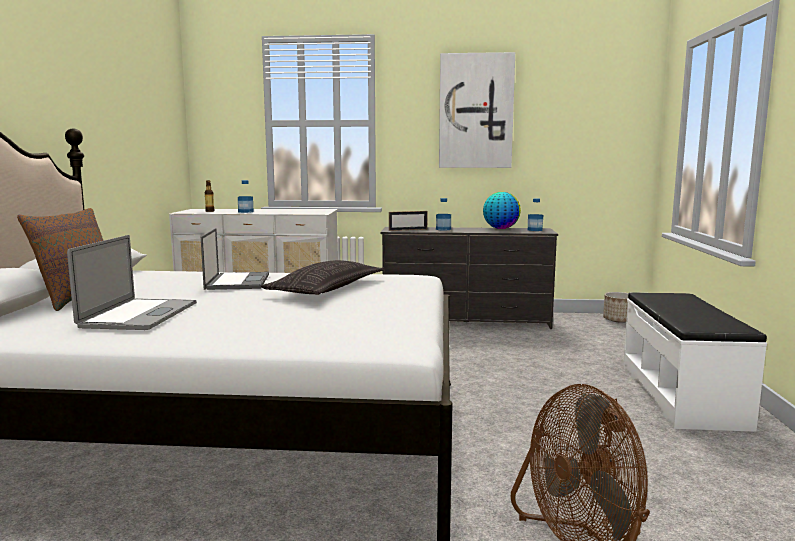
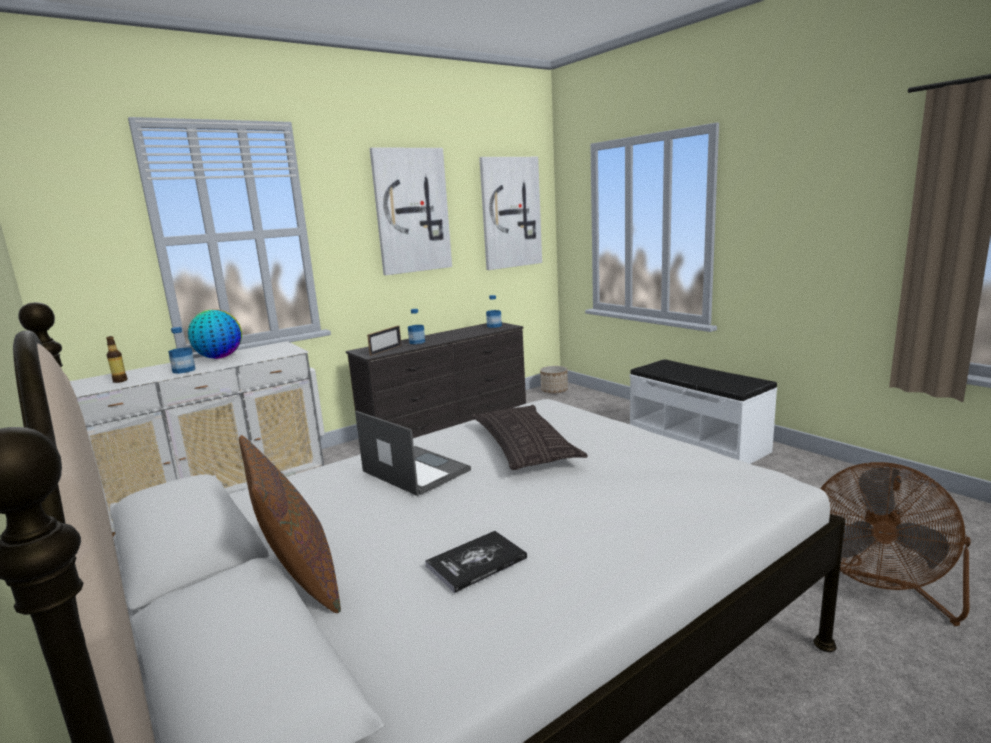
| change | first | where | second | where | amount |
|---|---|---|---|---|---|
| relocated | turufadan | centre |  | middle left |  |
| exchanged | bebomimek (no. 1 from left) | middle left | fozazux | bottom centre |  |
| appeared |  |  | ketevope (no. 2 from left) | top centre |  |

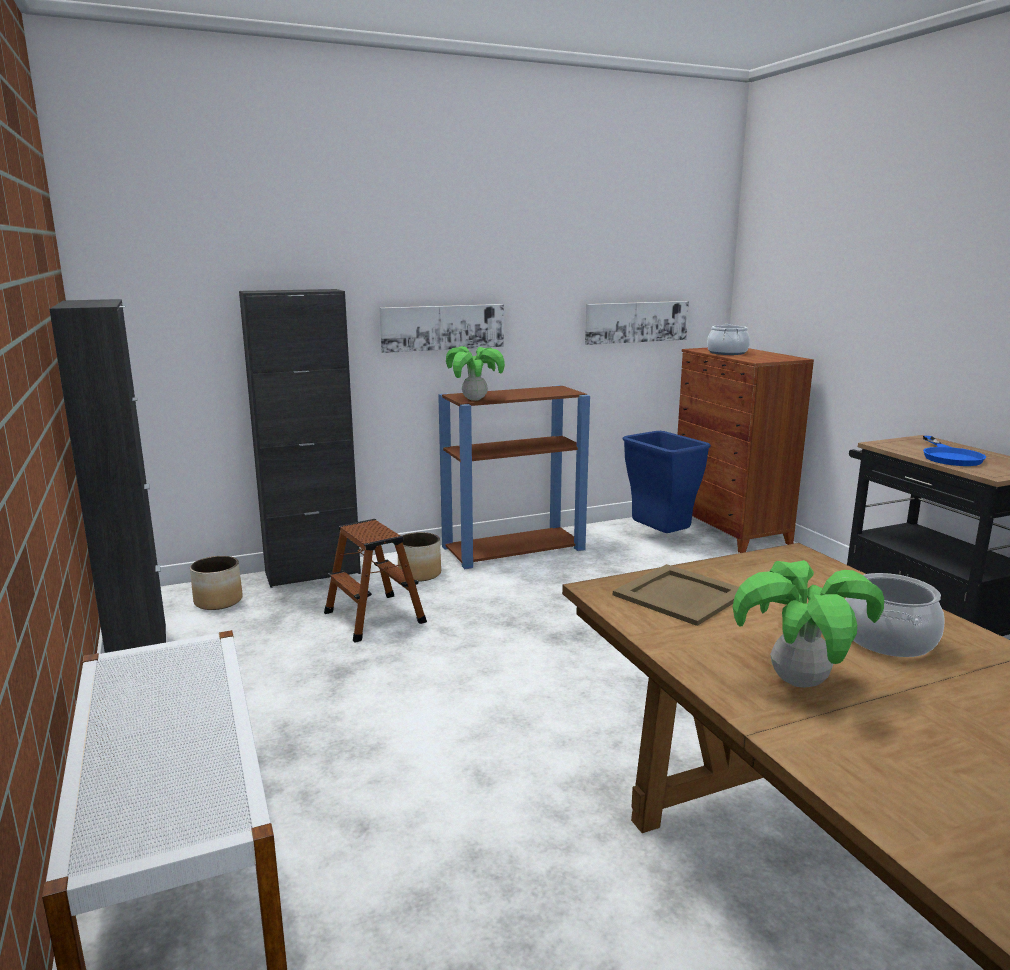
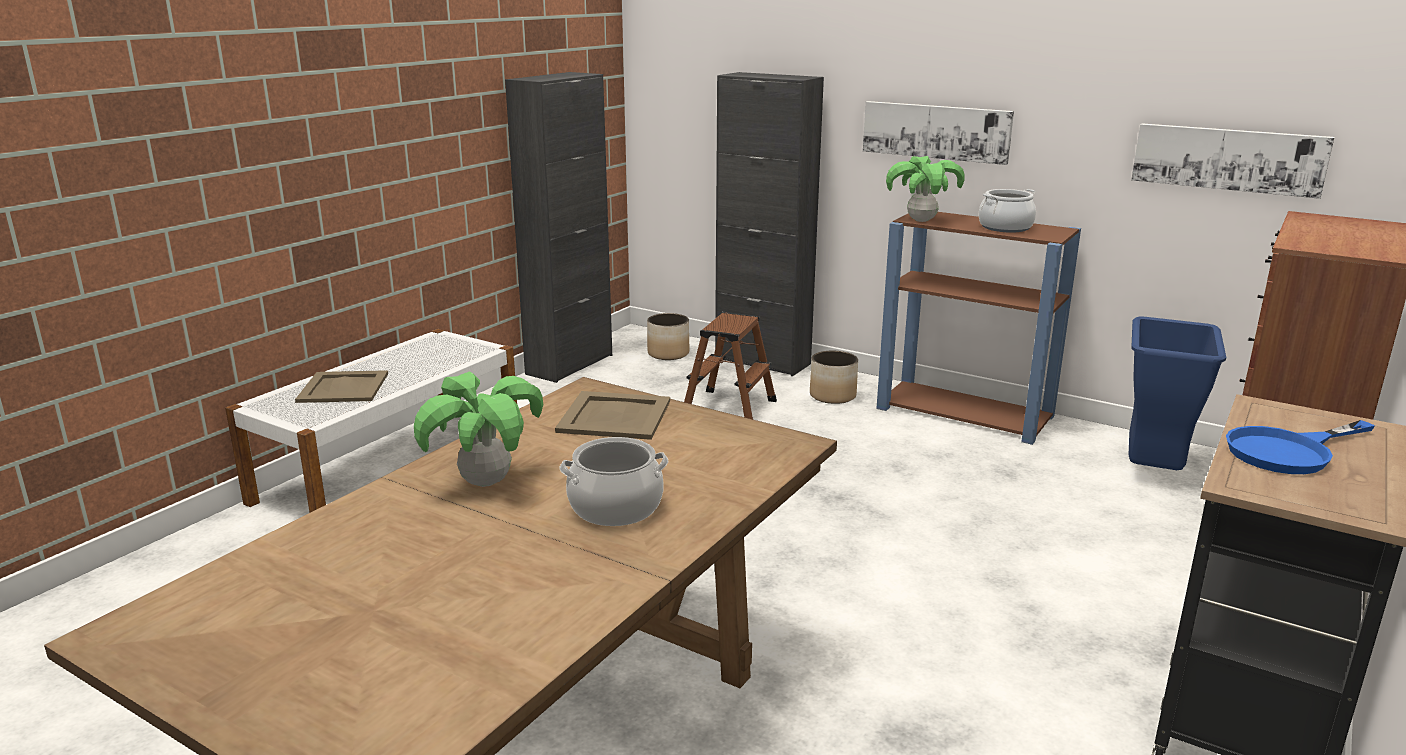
| change | first | where | second | where | amount |
|---|---|---|---|---|---|
| appeared |  |  | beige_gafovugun (no. 1 from left) | middle left |  |
| relocated | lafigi (no. 1 from left in the first image) | middle right | lafigi (no. 2 from left) | top right |  |

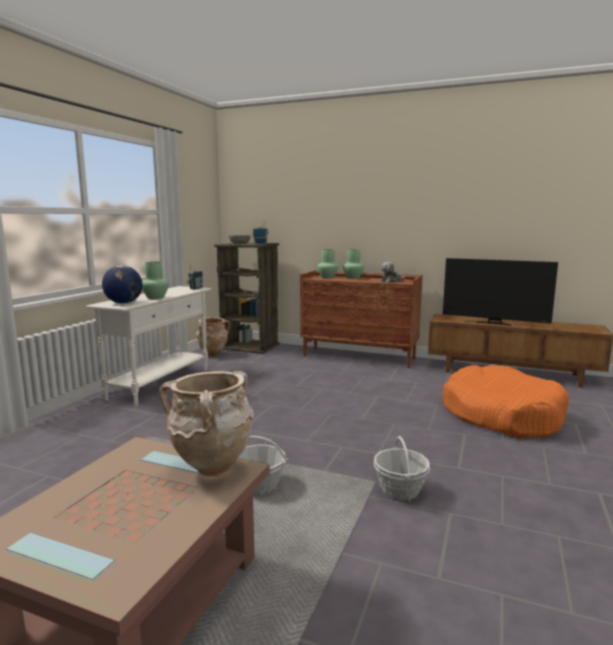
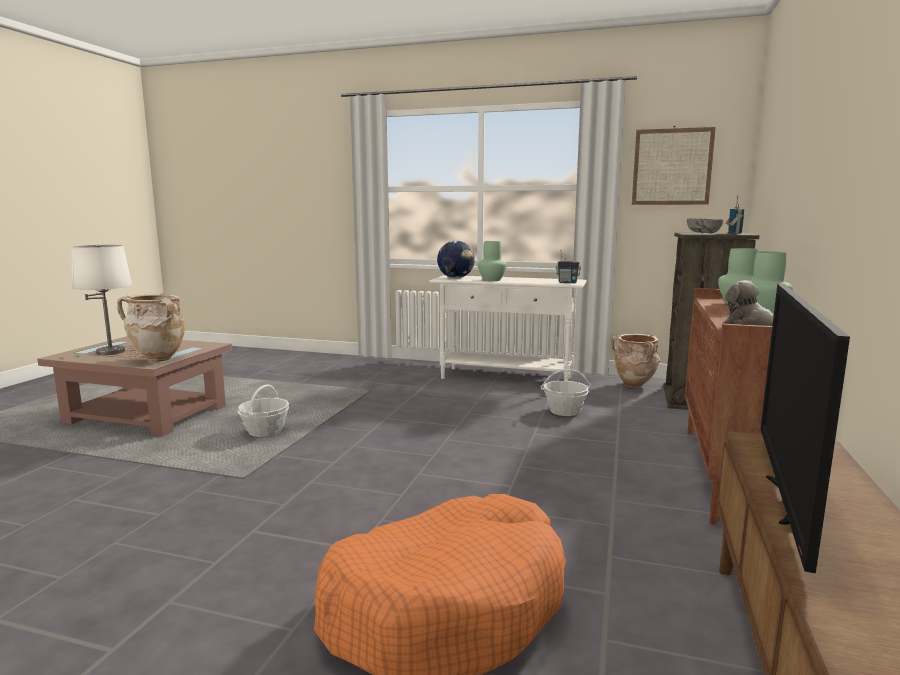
| change | first | where | second | where | amount |
|---|---|---|---|---|---|
| appeared |  |  | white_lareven | middle left |  |
| relocated | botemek (no. 2 from left) | bottom centre |  | centre |  |
| appeared |  |  | ketevope | top right |  |

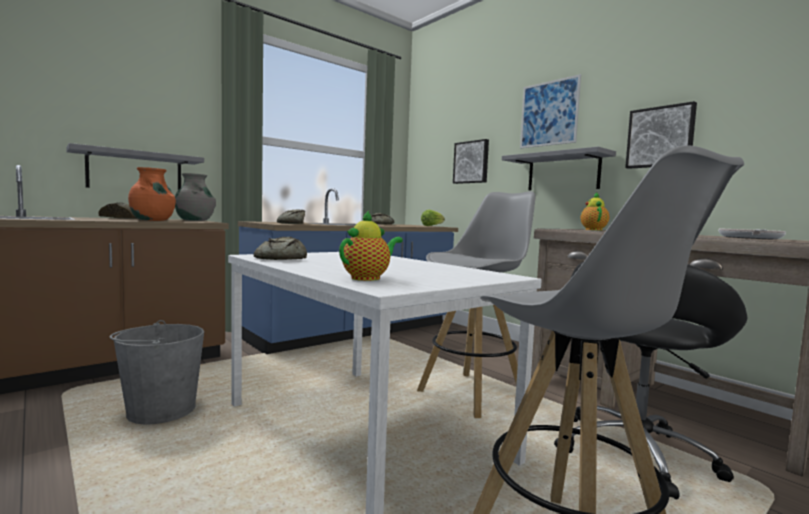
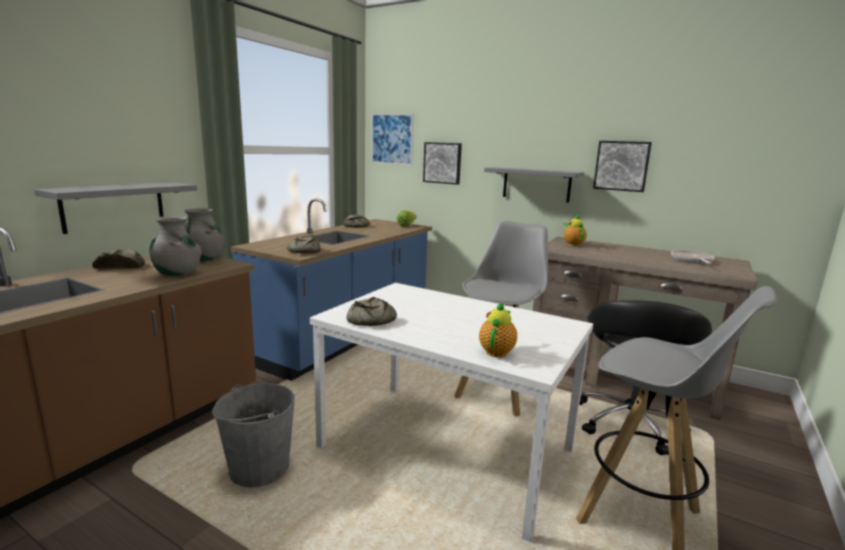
| change | first | where | second | where | amount |
|---|---|---|---|---|---|
| colour | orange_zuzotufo | middle left | grey_zuzotufo (no. 1 from left) | middle left |  |
| relocated | ketevope (no. 2 from left in the first image) | top right | ketevope (no. 1 from left) | top centre |  |

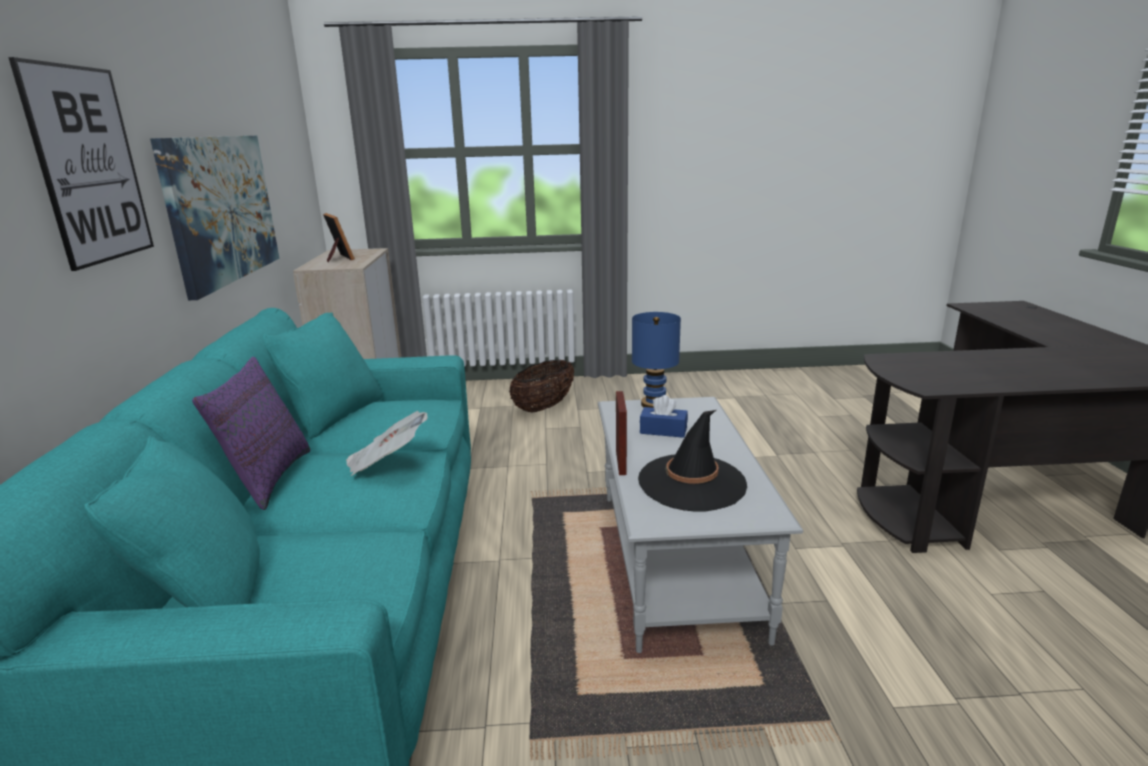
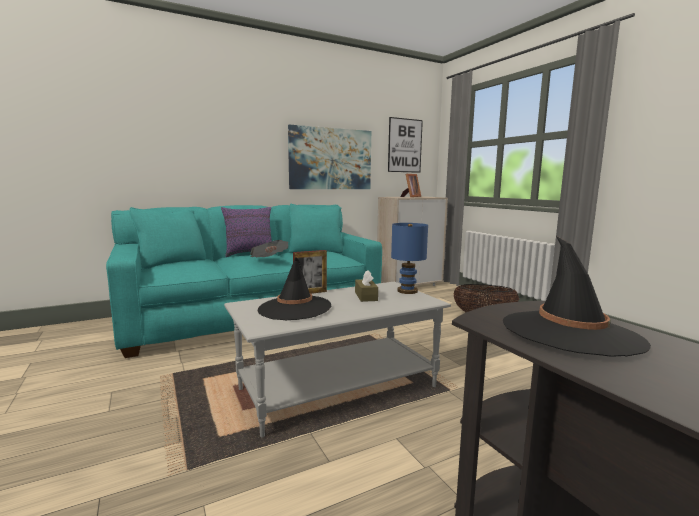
| change | first | where | second | where | amount |
|---|---|---|---|---|---|
| colour | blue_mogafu | centre | brown_mogafu | centre |  |
| relocated | ketevope (no. 1 from left in the first image) | top left | ketevope (no. 2 from left) | top centre |  |
| appeared |  |  | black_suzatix (no. 2 from left) | middle right |  |

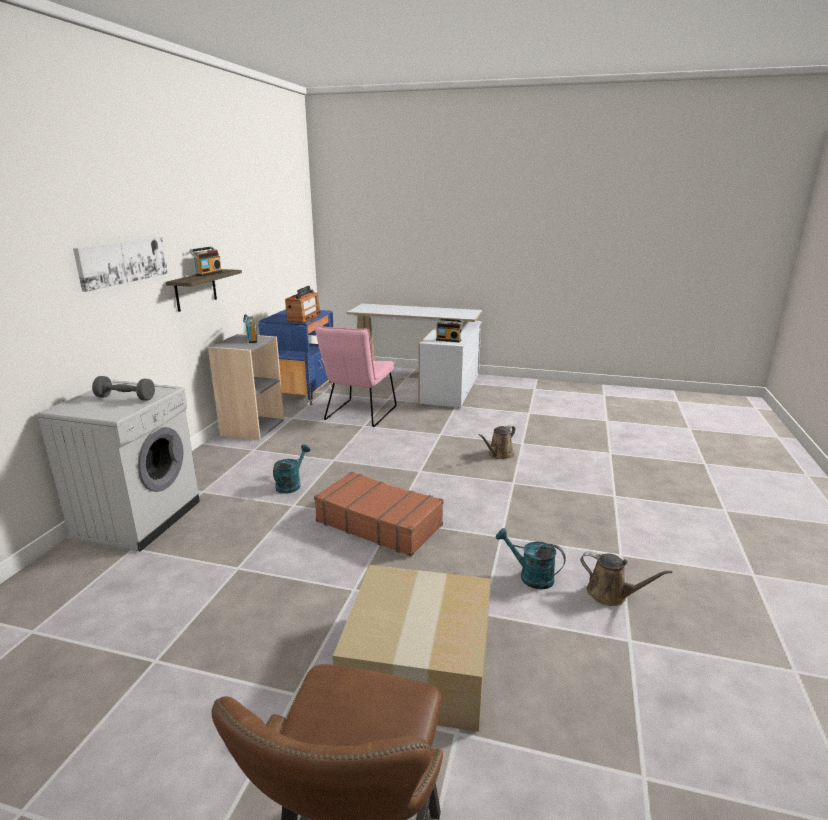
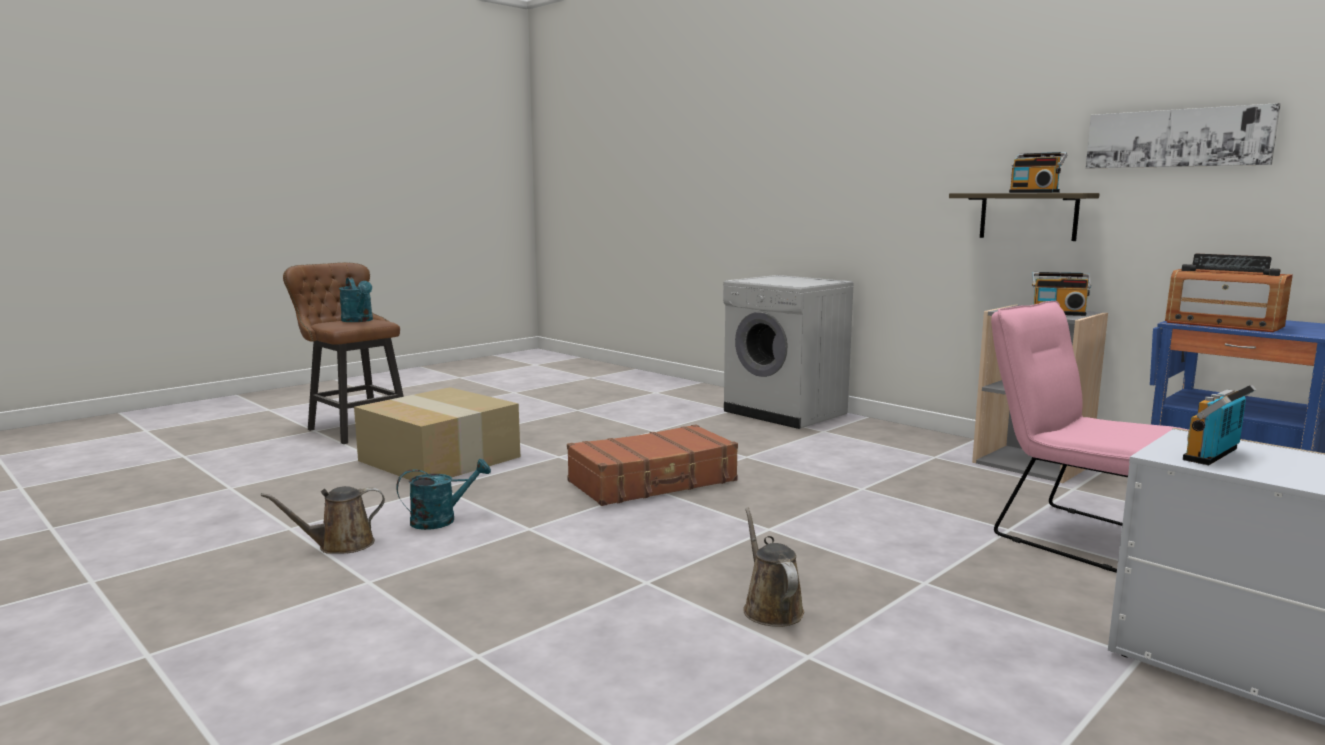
| change | first | where | second | where | amount |
|---|---|---|---|---|---|
| relocated | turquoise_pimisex (no. 1 from left) | centre |  | middle left |  |
| relocated | ketevope | top left |  | top right |  |
| missing | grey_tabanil | middle left |  |  |  |

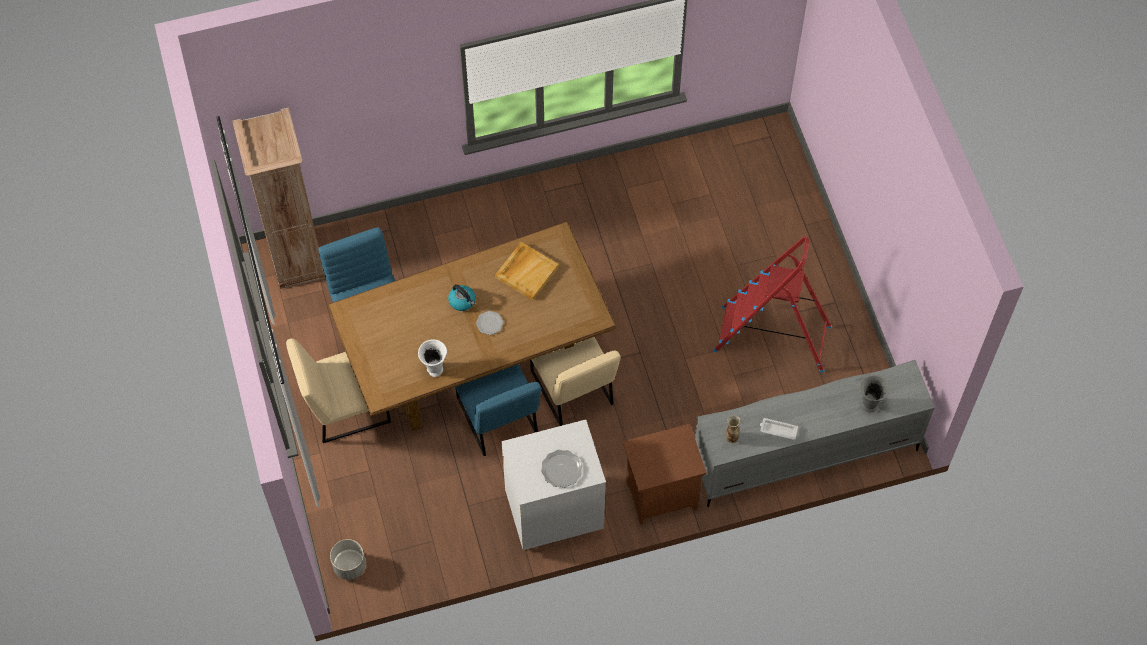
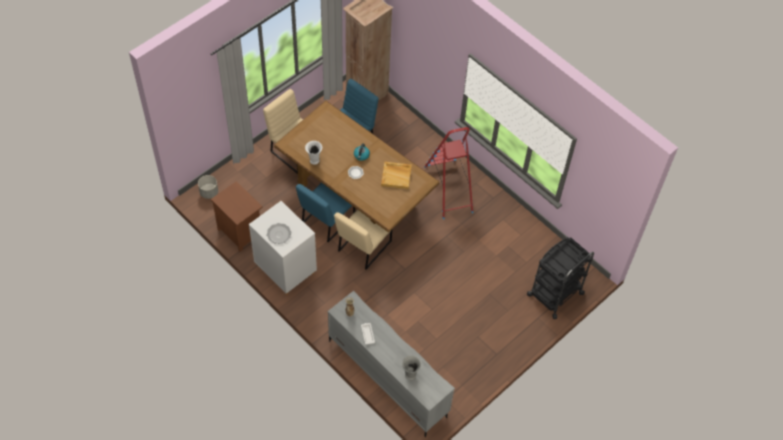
| change | first | where | second | where | amount |
|---|---|---|---|---|---|
| relocated | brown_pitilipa | bottom centre |  | middle left |  |
| relocated | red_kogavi | middle right |  | centre |  |
| appeared |  |  | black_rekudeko | middle right |  |

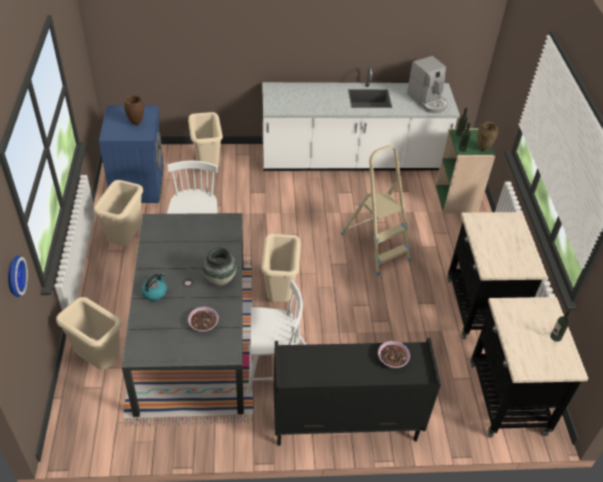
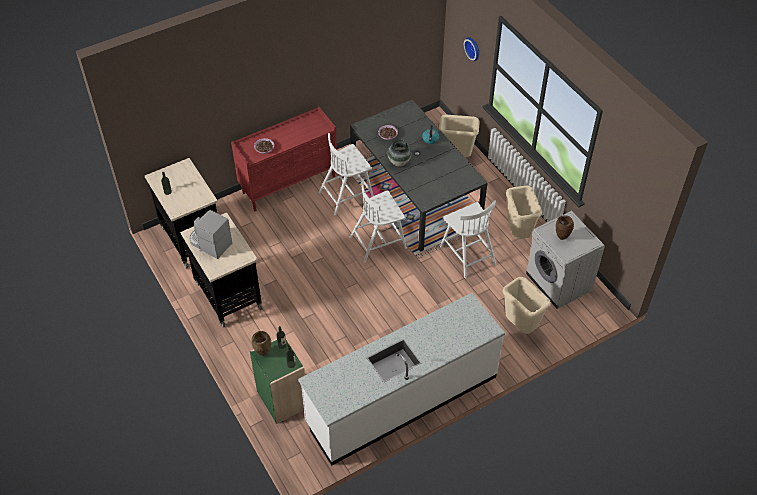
| change | first | where | second | where | amount |
|---|---|---|---|---|---|
| relocated | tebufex | top right |  | middle left |  |
| colour | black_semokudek | bottom centre | red_semokudek | top centre |  |
| exchanged | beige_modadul (no. 4 from left) | centre | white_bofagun (no. 2 from left) | centre |  |
| colour | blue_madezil | top left | white_madezil | middle right |  |
| missing | beige_kogavi | centre |  |  |  |

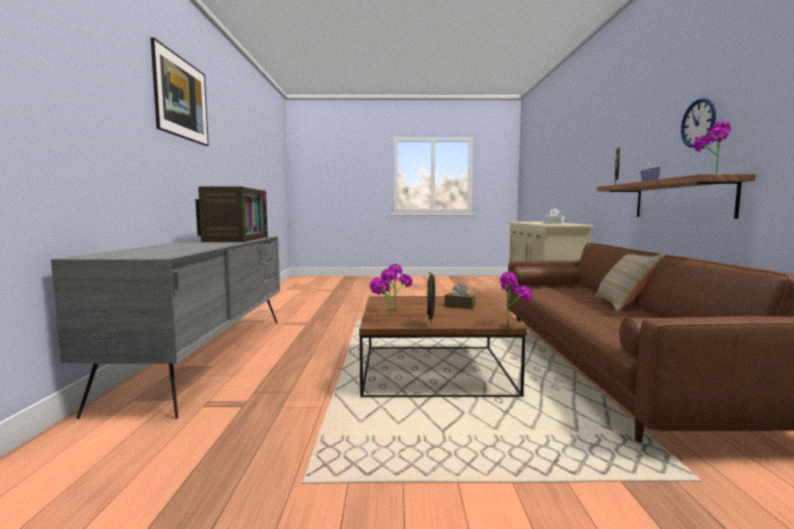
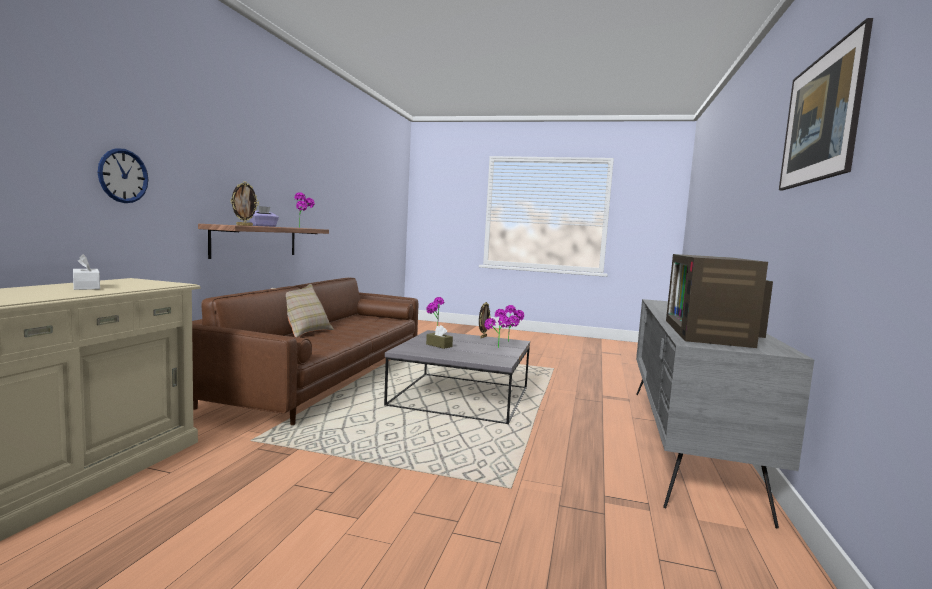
| change | first | where | second | where | amount |
|---|---|---|---|---|---|
| relocated | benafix | top right |  | top left |  |
| colour | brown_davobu | centre | grey_davobu | centre |  |

